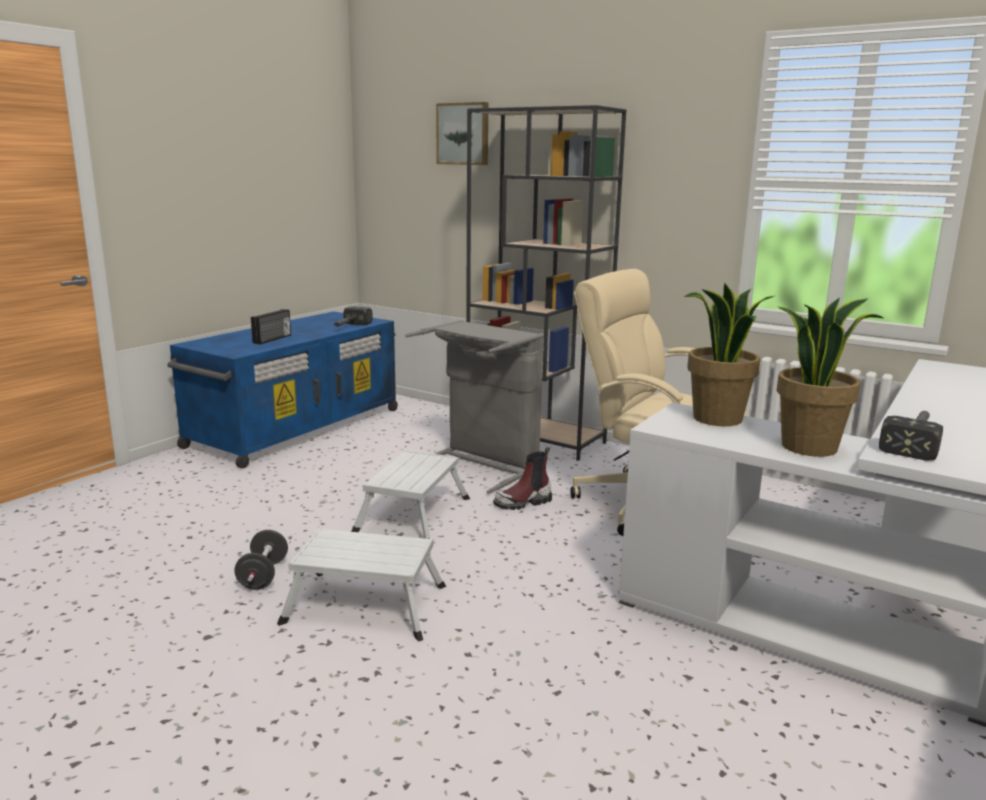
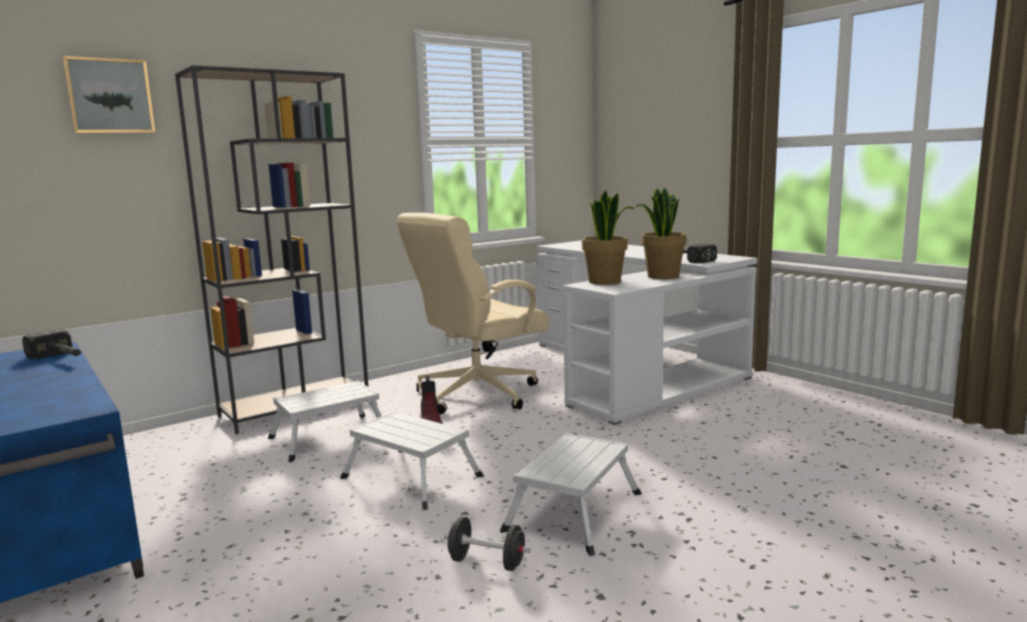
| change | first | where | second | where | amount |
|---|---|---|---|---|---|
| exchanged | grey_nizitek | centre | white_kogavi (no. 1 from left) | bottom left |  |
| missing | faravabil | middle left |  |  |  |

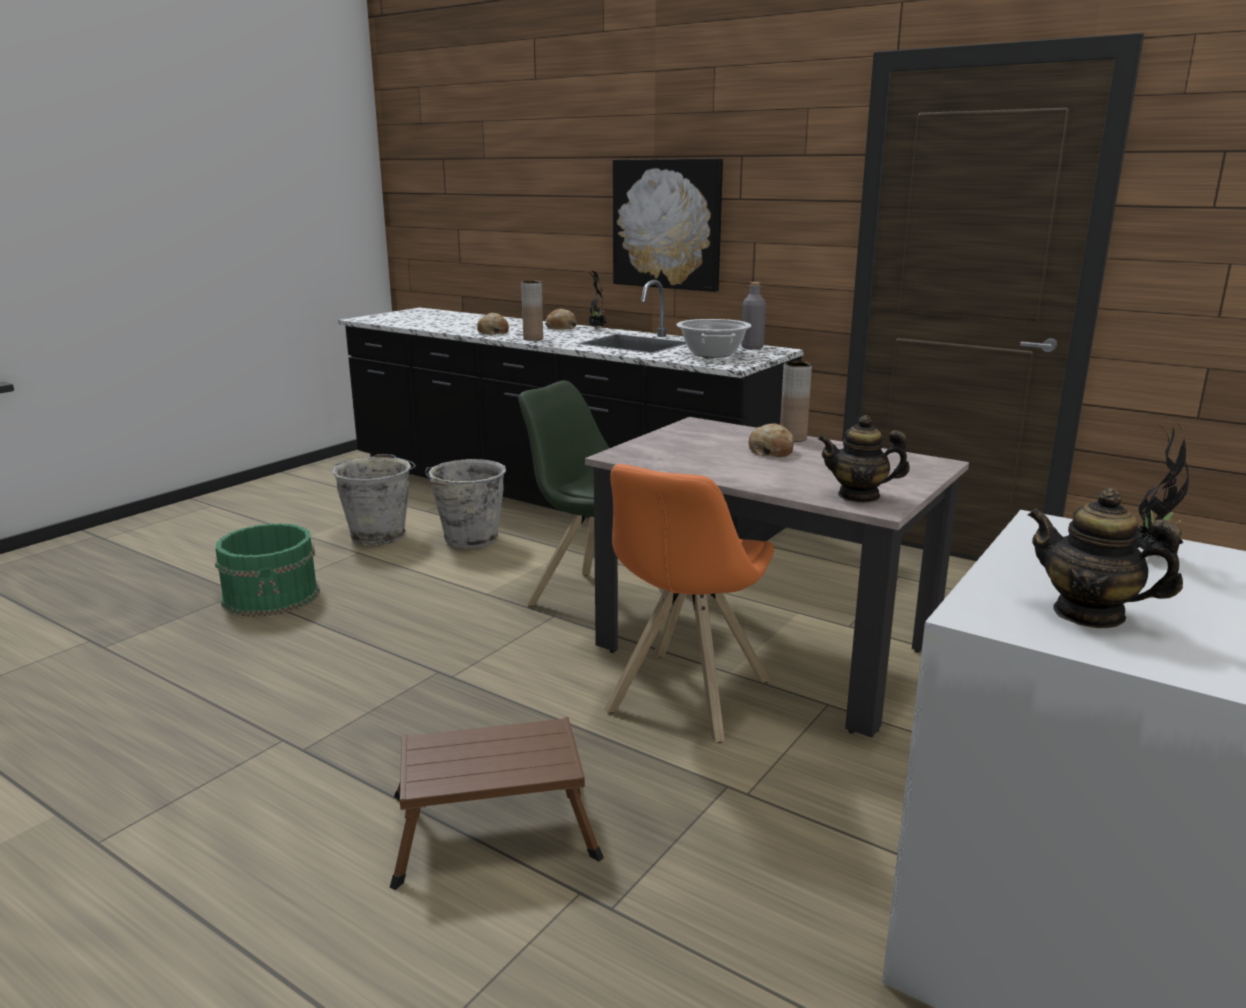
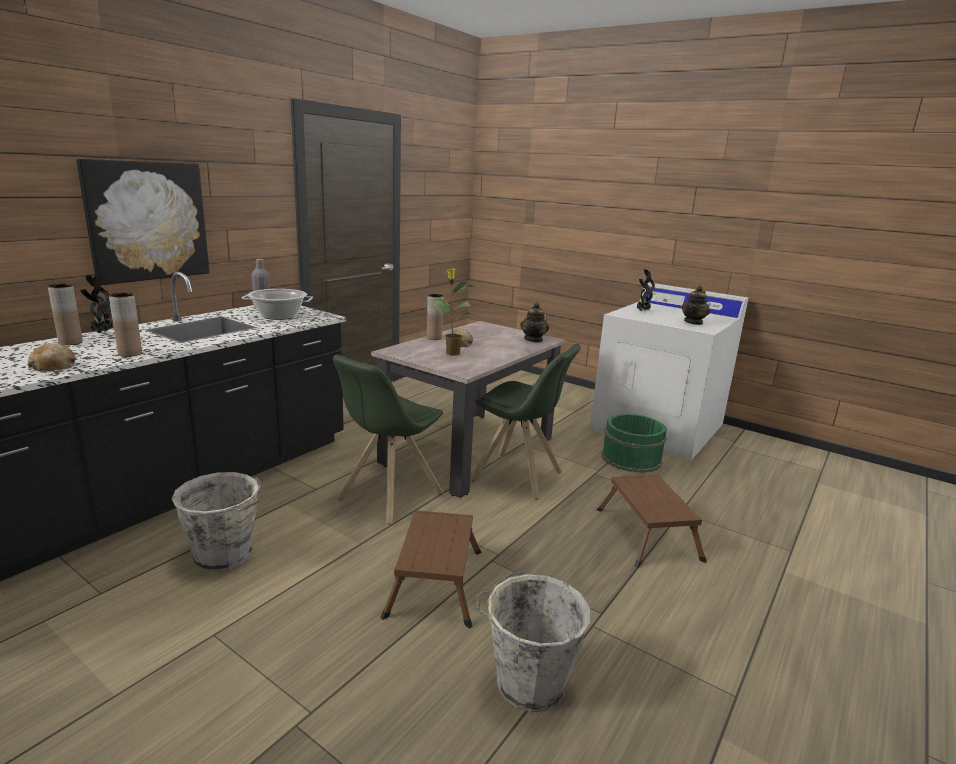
| change | first | where | second | where | amount |
|---|---|---|---|---|---|
| exchanged | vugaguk (no. 2 from left) | top centre | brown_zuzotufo (no. 1 from left) | middle left |  |
| appeared |  |  | brown_kogavi (no. 1 from left) | bottom centre |  |
| appeared |  |  | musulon (no. 2 from left) | centre |  |
| colour | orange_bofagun | centre | green_bofagun (no. 2 from left) | centre |  |
| relocated | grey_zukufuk (no. 1 from left in the first image) | middle left | grey_zukufuk (no. 2 from left) | bottom centre |  |
| relocated | green_zukufuk | middle left |  | centre |  |

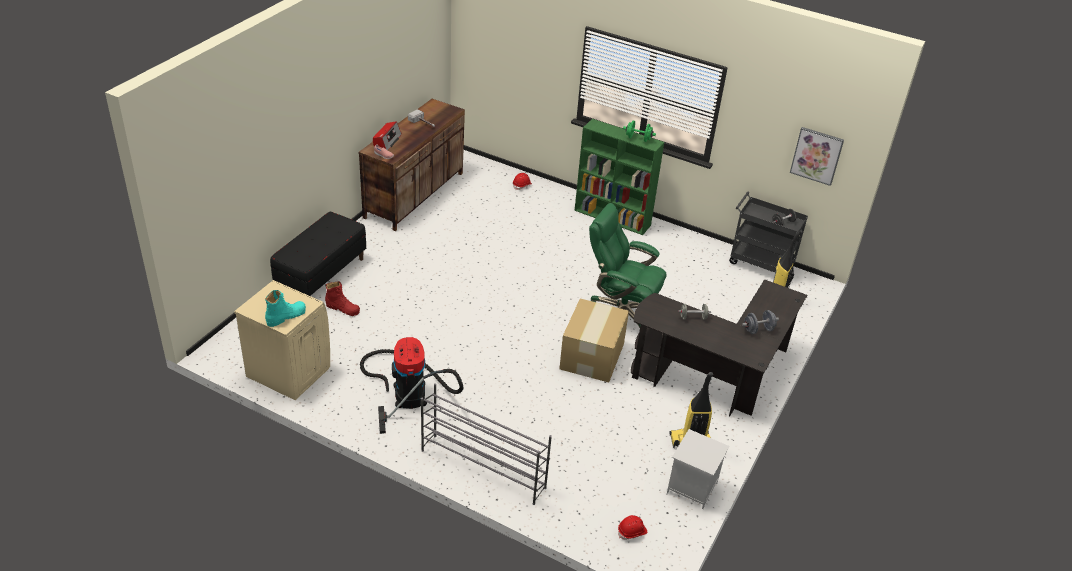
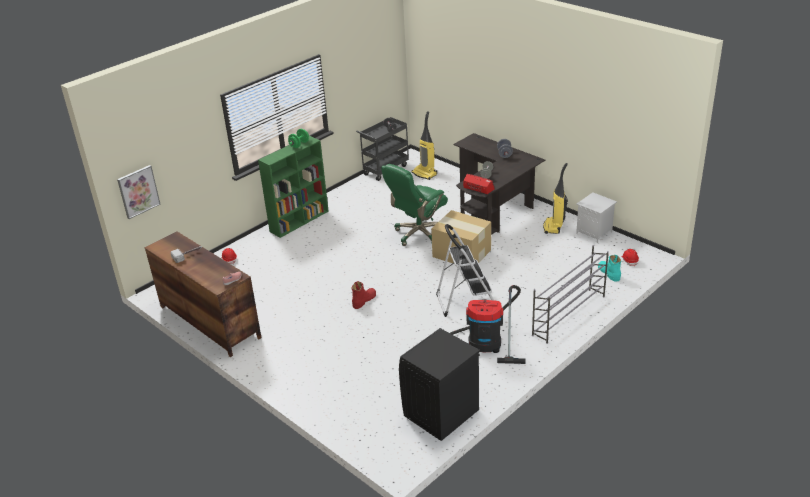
| change | first | where | second | where | amount |
|---|---|---|---|---|---|
| relocated | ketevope | top right |  | middle left |  |
| relocated | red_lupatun | middle left |  | centre |  |
| colour | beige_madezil | middle left | black_madezil | bottom centre |  |
| appeared |  |  | kogavi | centre |  |
| relocated | faravabil | top centre |  | centre |  |
| relocated | turquoise_lupatun | middle left |  | middle right |  |
| missing | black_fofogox | middle left |  |  |  |

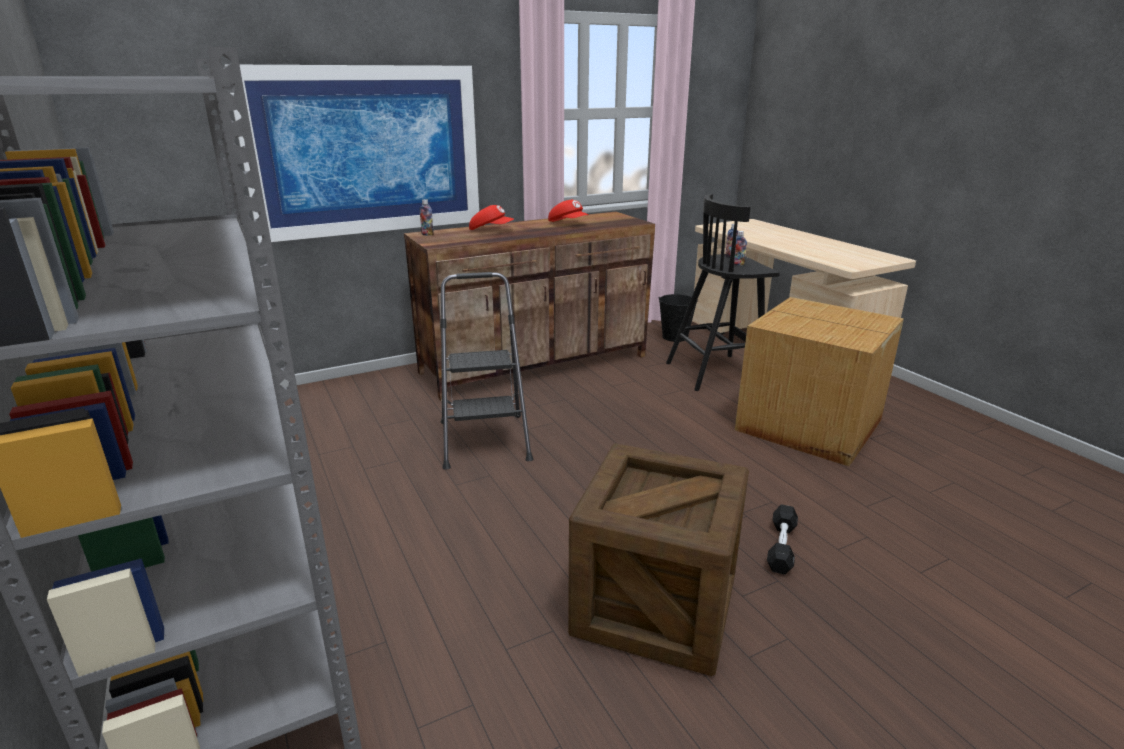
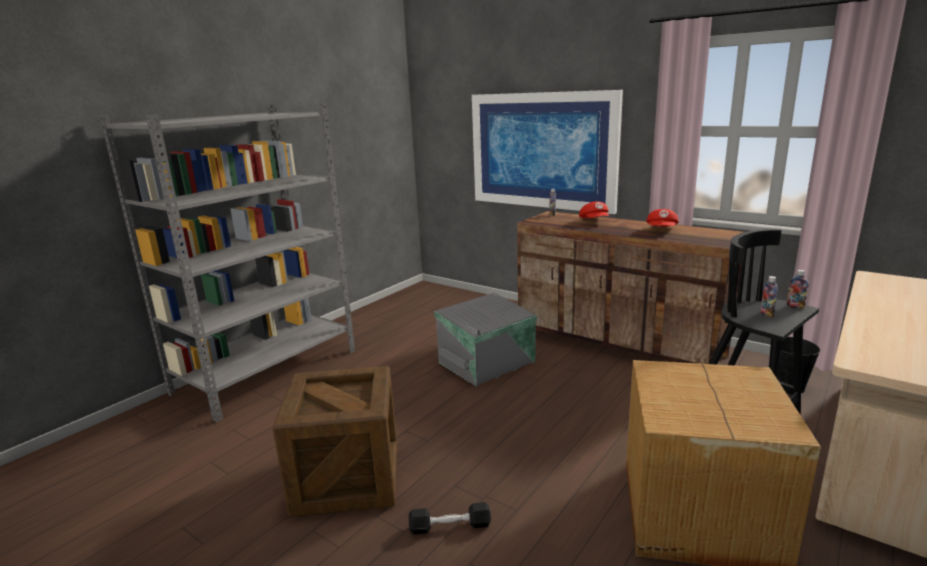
| change | first | where | second | where | amount |
|---|---|---|---|---|---|
| exchanged | black_kogavi | centre | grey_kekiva | centre |  |

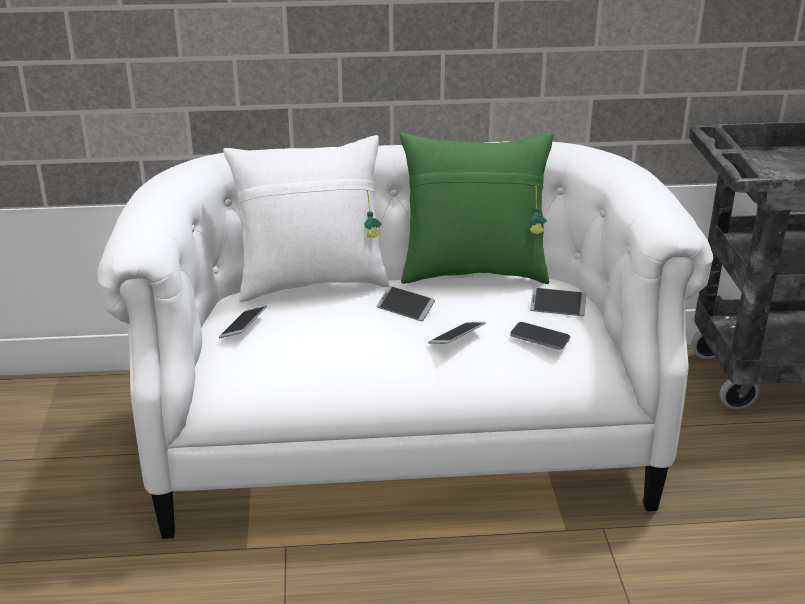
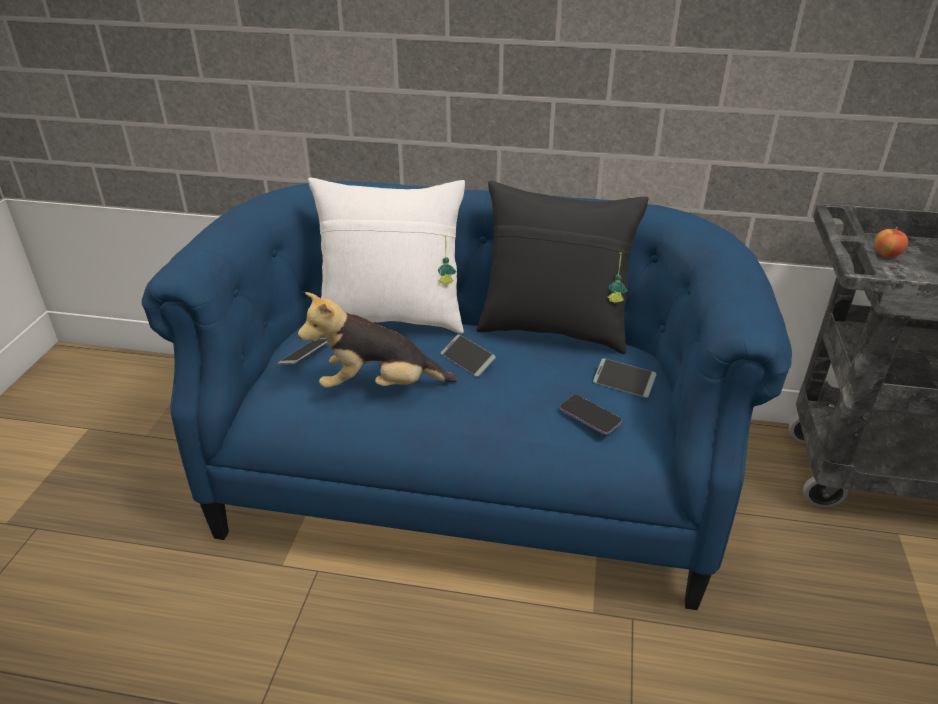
| change | first | where | second | where | amount |
|---|---|---|---|---|---|
| colour | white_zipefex | centre | blue_zipefex | centre |  |
| appeared |  |  | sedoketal | centre |  |
| colour | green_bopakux | centre | black_bopakux | centre |  |
| appeared |  |  | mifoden | middle right |  |
| missing | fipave (no. 3 from left) | centre |  |  |  |

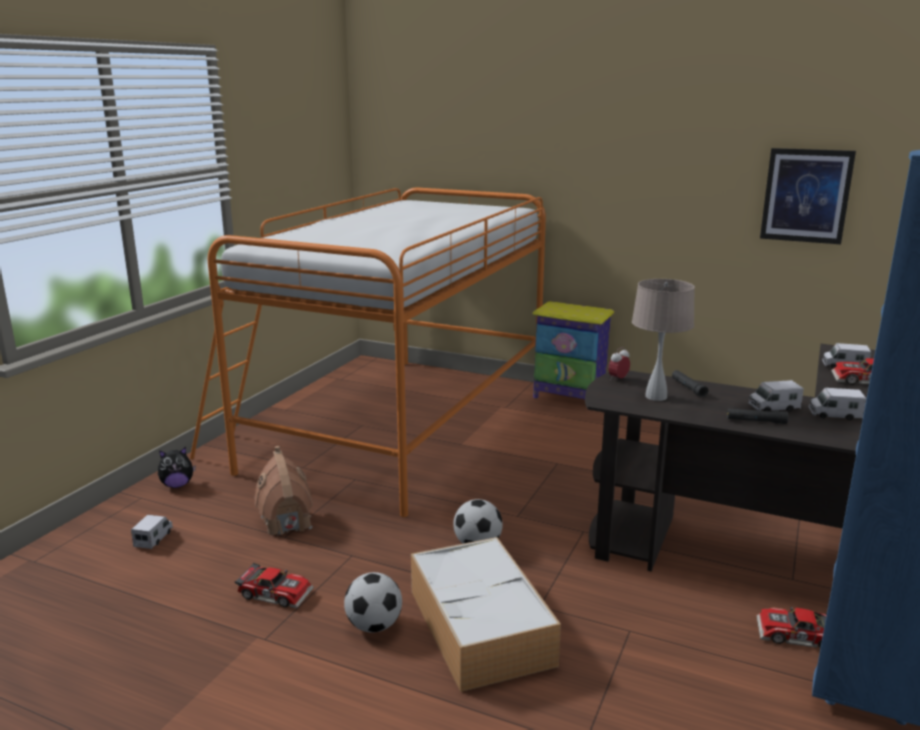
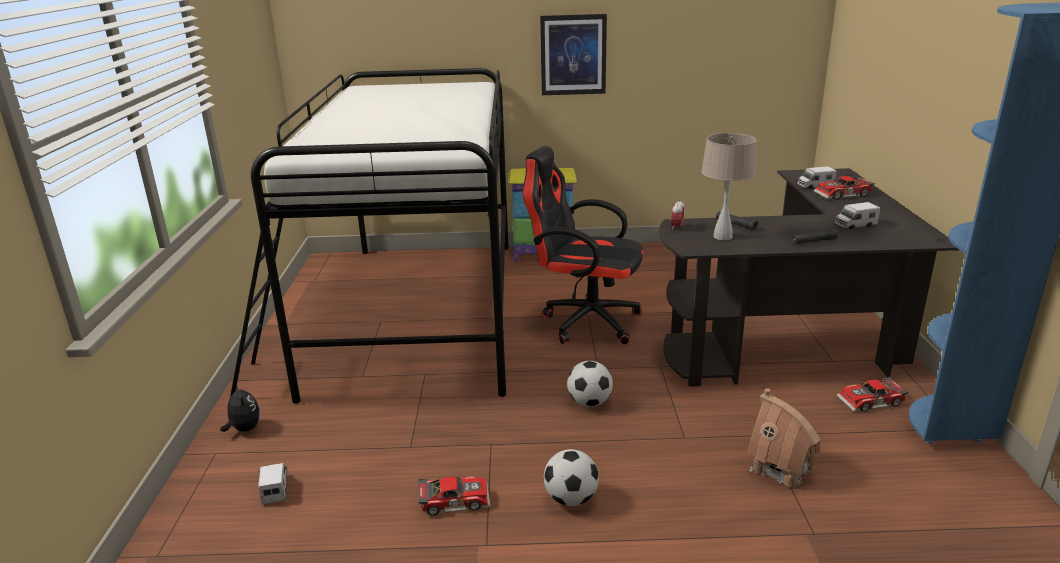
| change | first | where | second | where | amount |
|---|---|---|---|---|---|
| spun | sedoketal | middle left |  | bottom left | 75 degrees counterclockwise |
| colour | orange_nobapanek | centre | black_nobapanek | centre |  |
| appeared |  |  | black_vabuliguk | centre |  |
| relocated | ketevope | top right |  | top centre |  |
| relocated | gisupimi | bottom left |  | bottom right |  |
| missing | kekiva | bottom centre |  |  |  |
| missing | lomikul (no. 2 from left) | middle right |  |  |  |

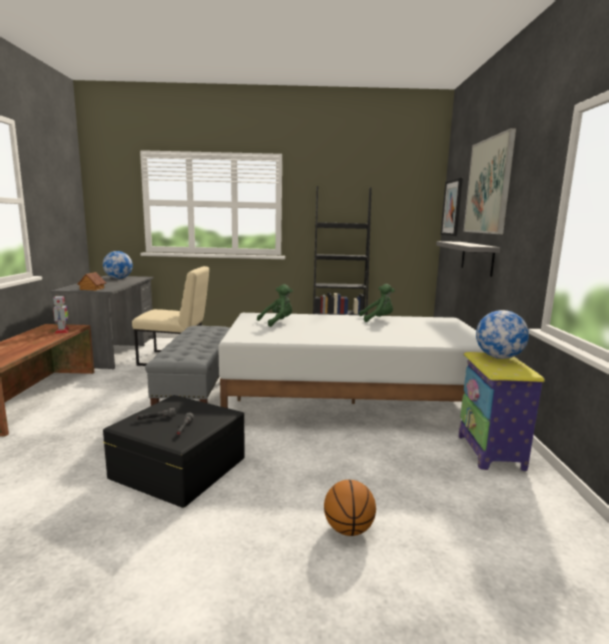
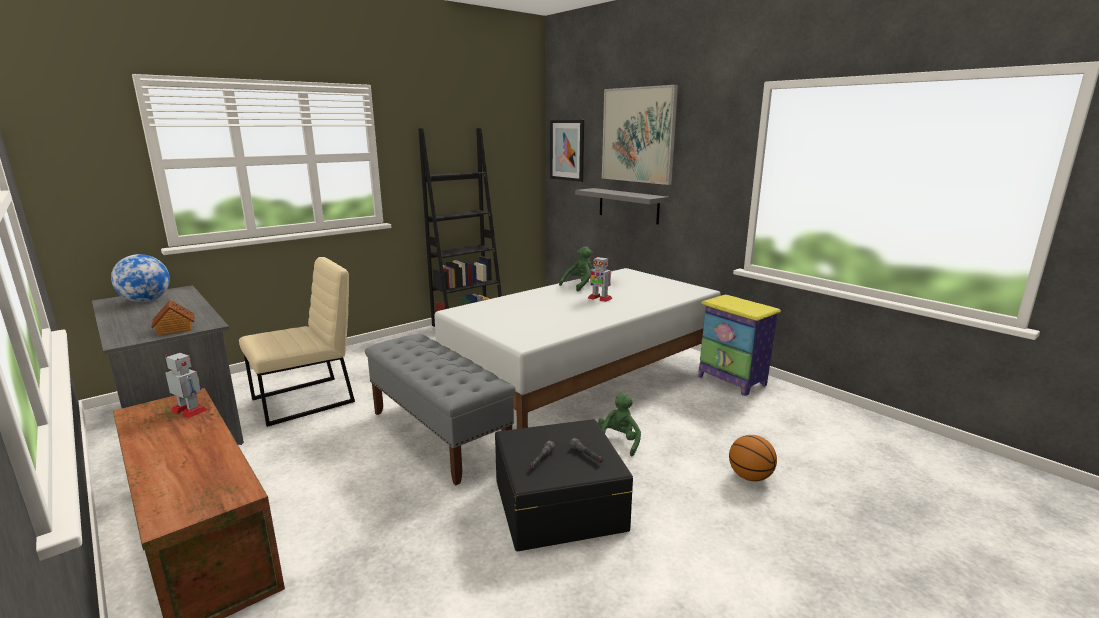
| change | first | where | second | where | amount |
|---|---|---|---|---|---|
| appeared |  |  | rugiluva (no. 2 from left) | centre |  |
| relocated | green_sedoketal (no. 1 from left in the first image) | centre | green_sedoketal (no. 2 from left) | bottom centre |  |
| missing | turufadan (no. 2 from left) | middle right |  |  |  |

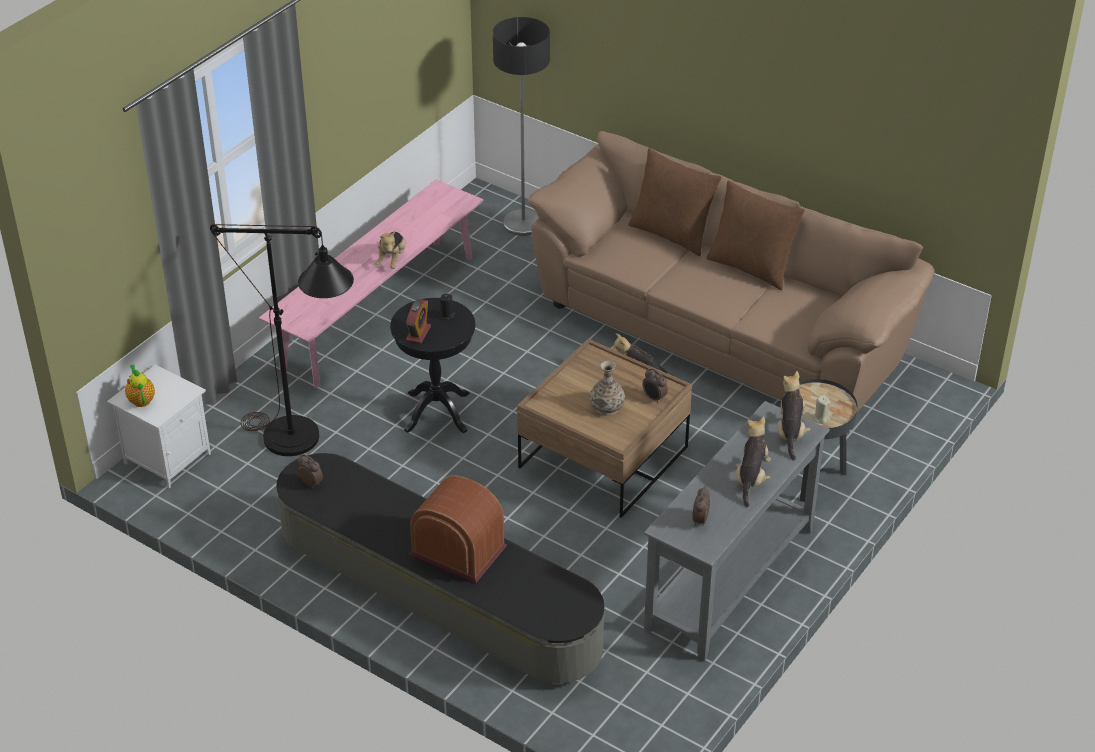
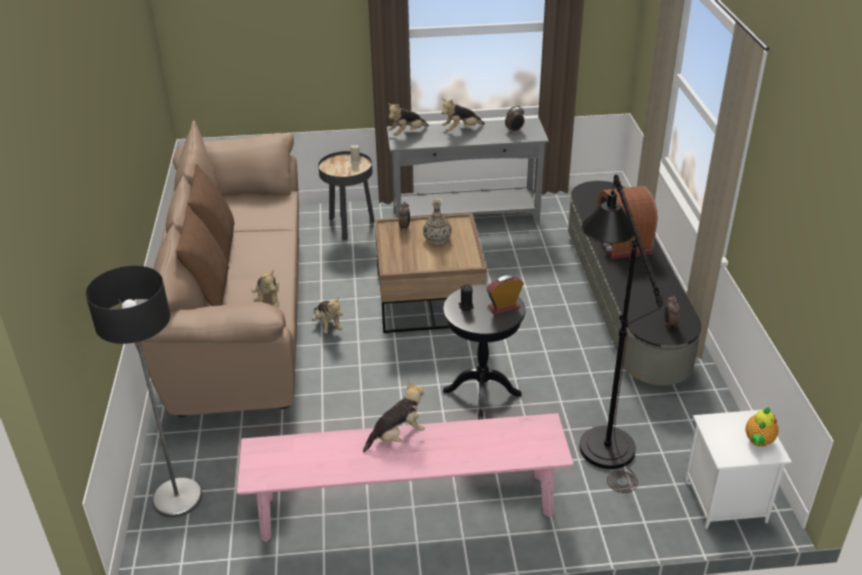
| change | first | where | second | where | amount |
|---|---|---|---|---|---|
| appeared |  |  | sedoketal (no. 1 from left) | middle left |  |

